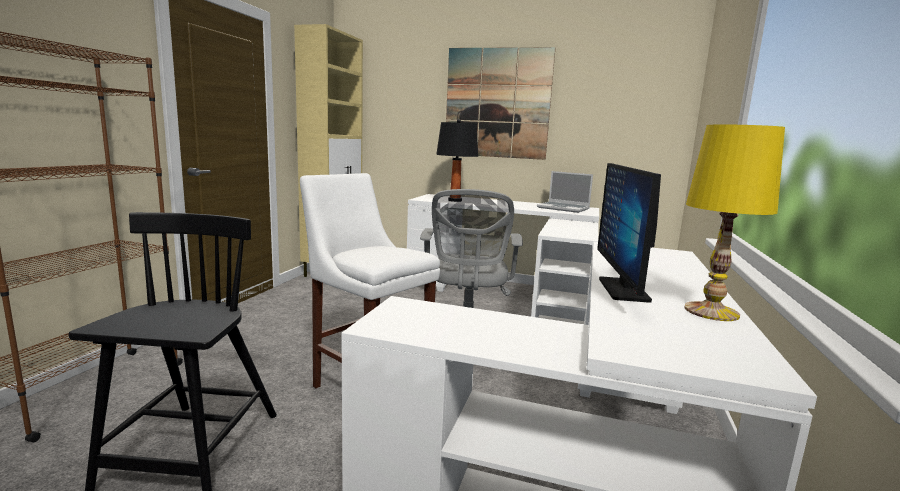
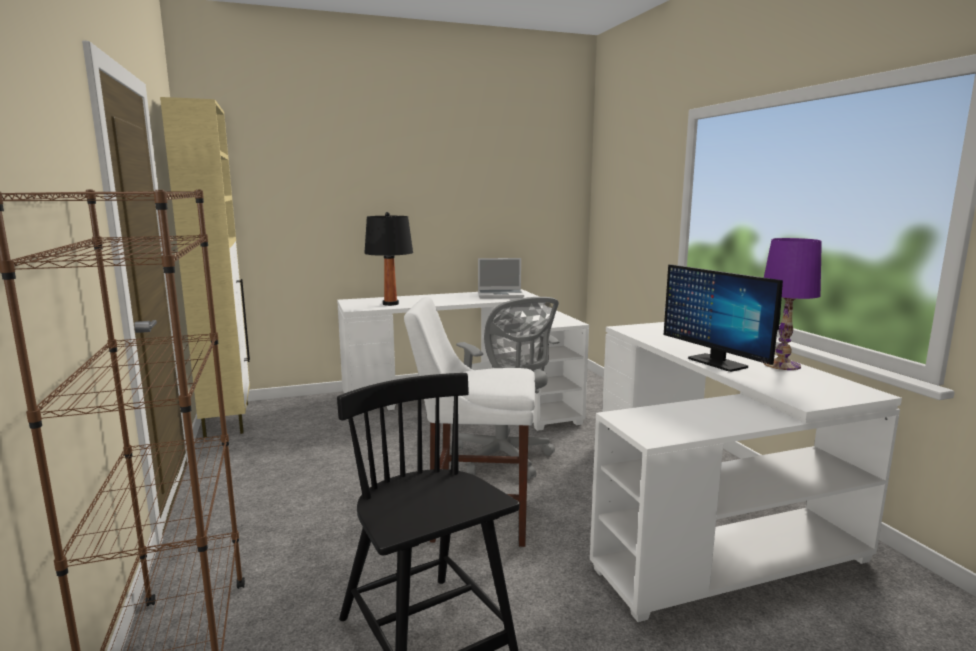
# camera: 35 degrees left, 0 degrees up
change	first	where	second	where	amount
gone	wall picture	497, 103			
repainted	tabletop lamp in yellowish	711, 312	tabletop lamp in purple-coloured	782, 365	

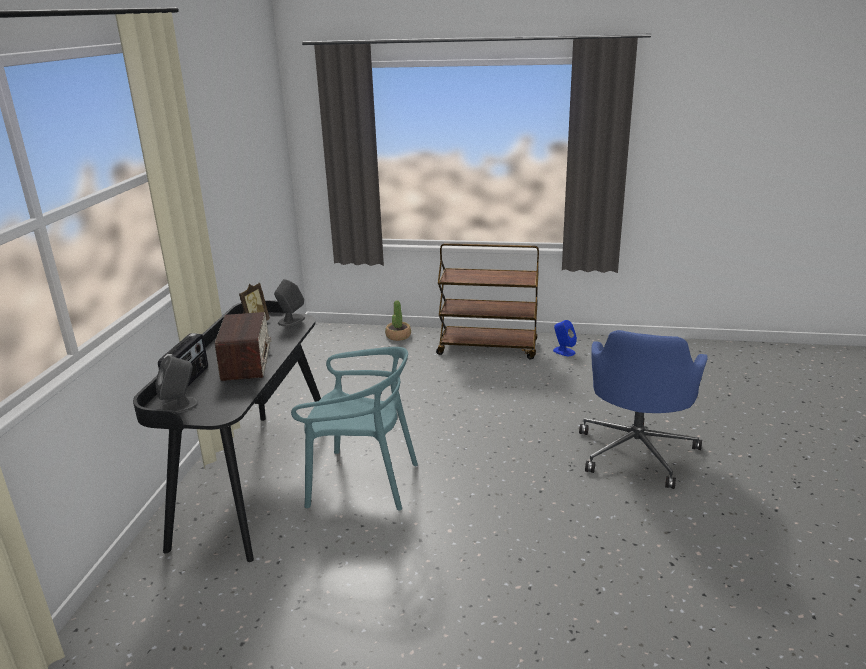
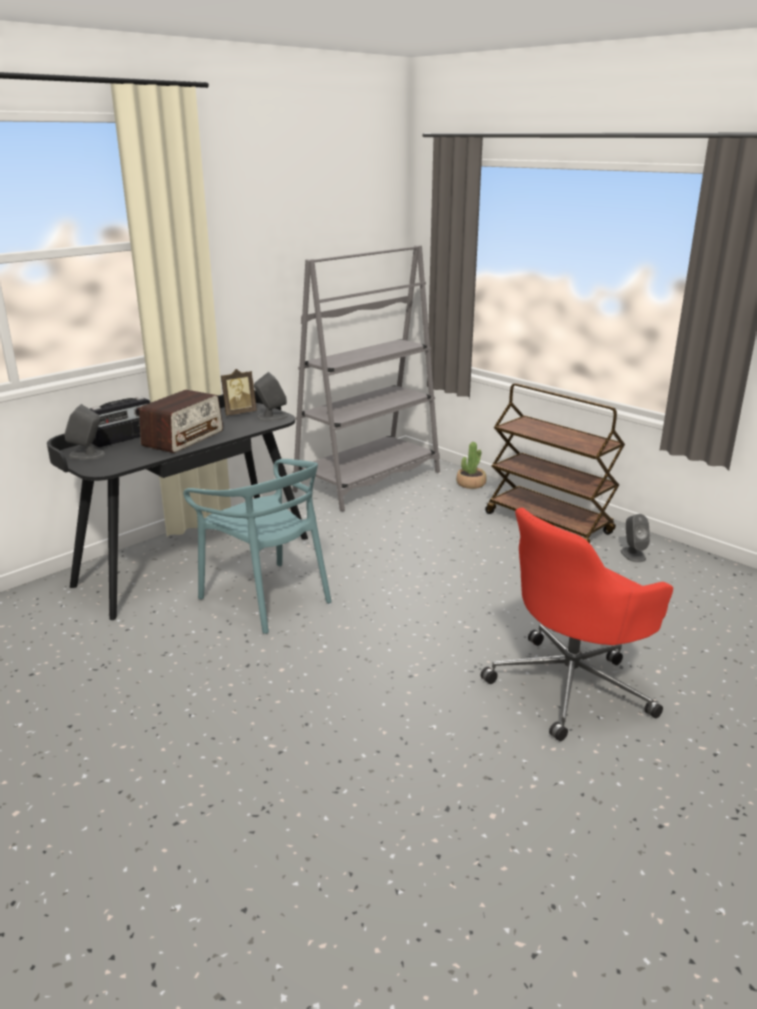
# camera: 35 degrees right, 0 degrees up
change	first	where	second	where	amount
repainted	audio speaker in bluish	563, 351	audio speaker in gray	633, 554	
repainted	computer chair in bluish	636, 451	computer chair in reddish	572, 685	
new			shelving unit in gray	368, 481	

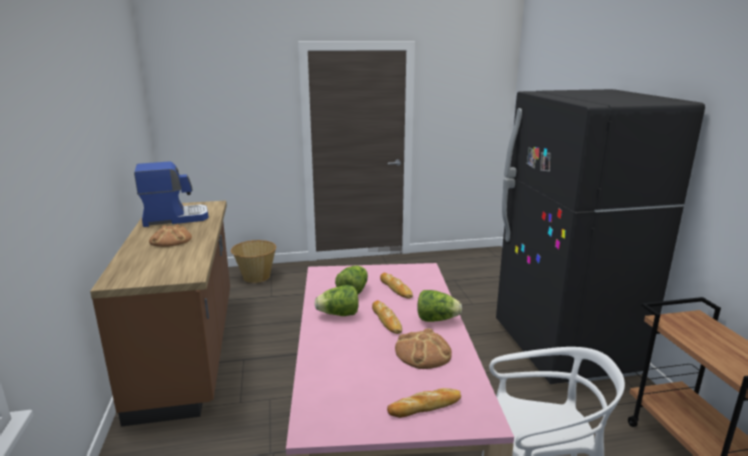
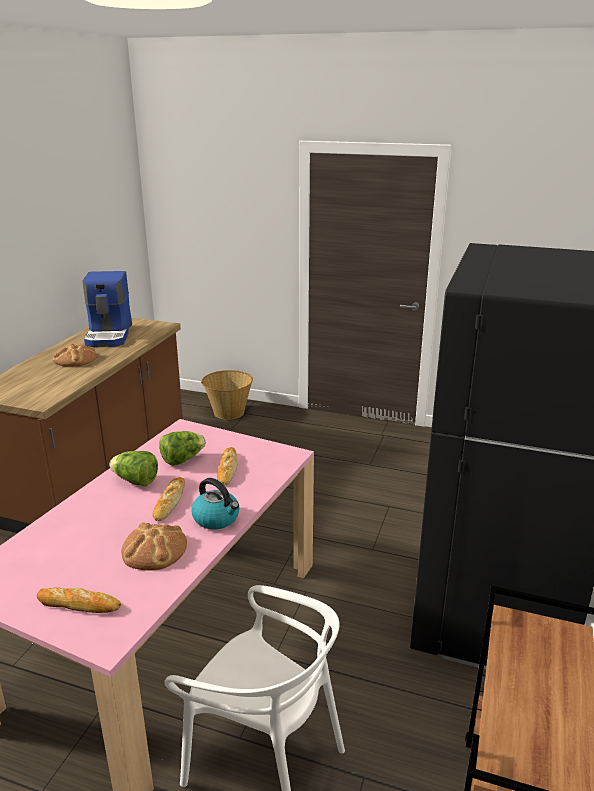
# camera: 30 degrees right, 5 degrees up
change	first	where	second	where	amount
rotated	coffee machine	175, 218		110, 335	75 degrees clockwise
swapped	lettuce head	436, 319	tea kettle	217, 518	

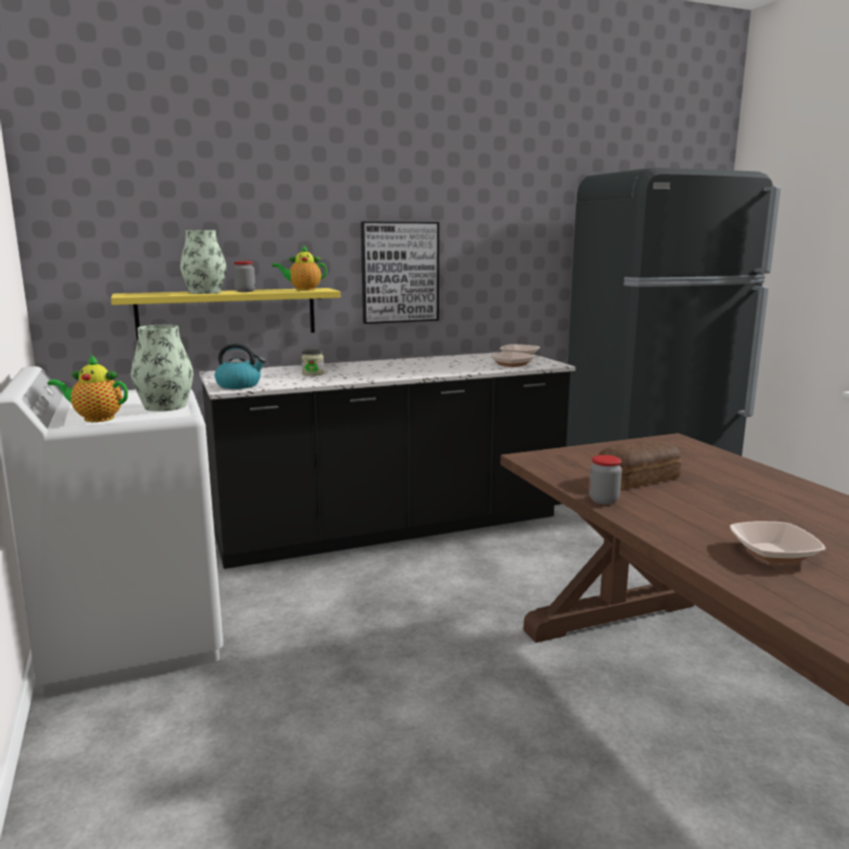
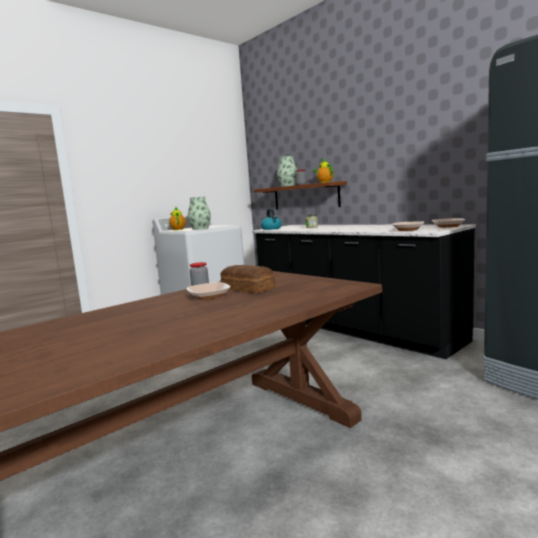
# camera: 70 degrees right, 5 degrees down
change	first	where	second	where	amount
gone	wall picture	399, 272			
repainted	shelf in yellowish	227, 313	shelf in brownish	305, 196	
shifted	bowl	773, 553		209, 296	

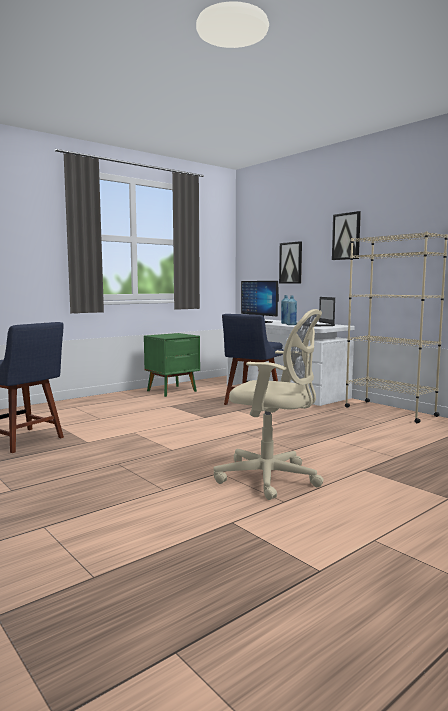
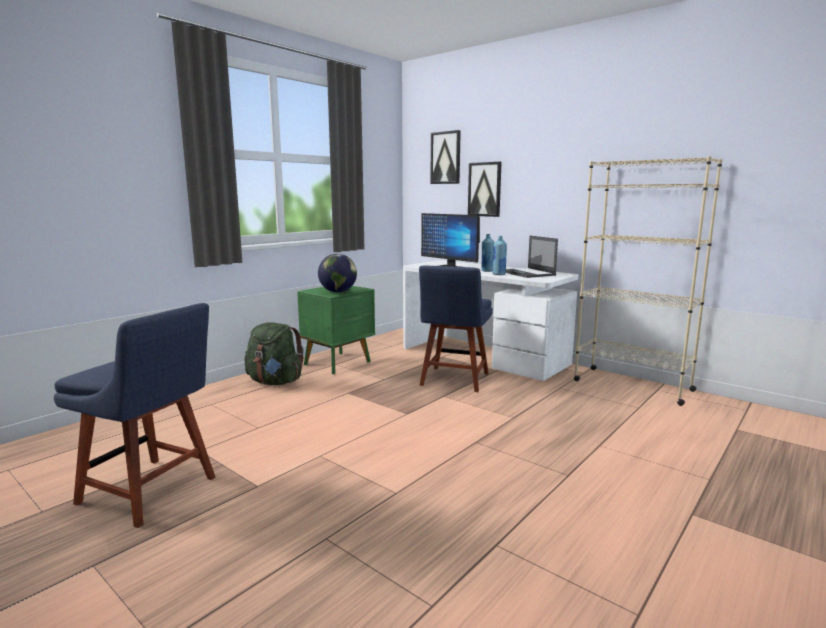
# camera: 10 degrees left, 5 degrees up
change	first	where	second	where	amount
shifted	wall picture	346, 236		446, 158	
gone	computer chair in beige-coloured	272, 478			
new			world globe	338, 292	
new			rucksack in green	275, 382	

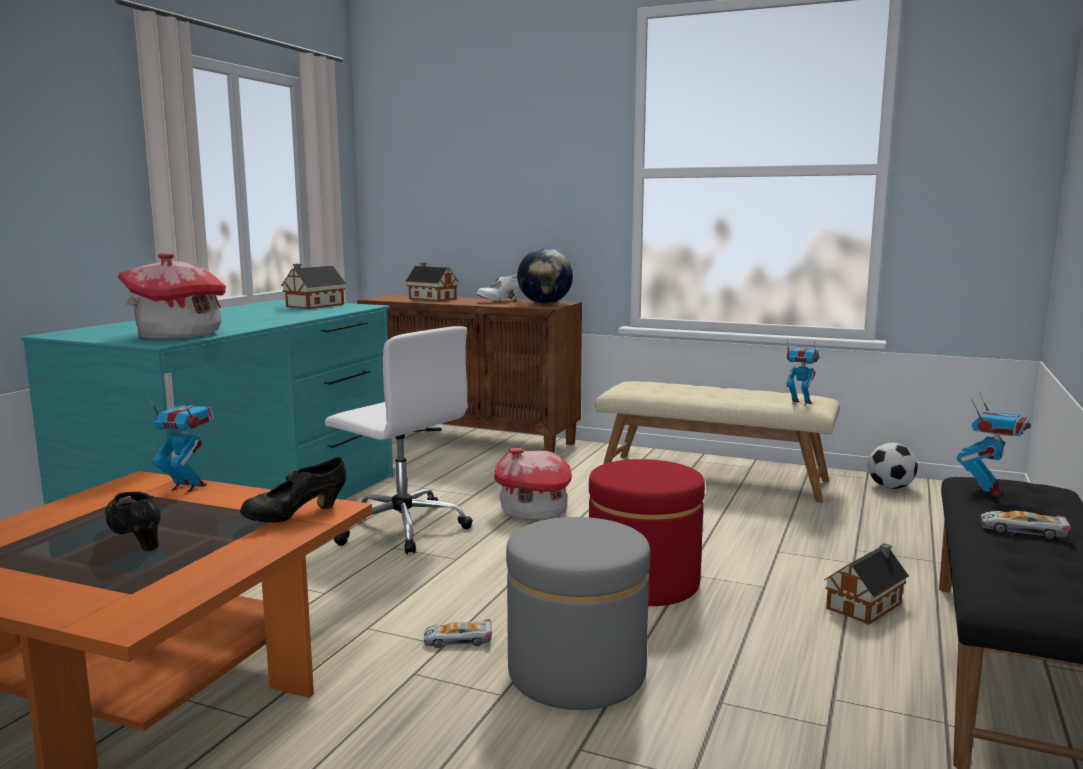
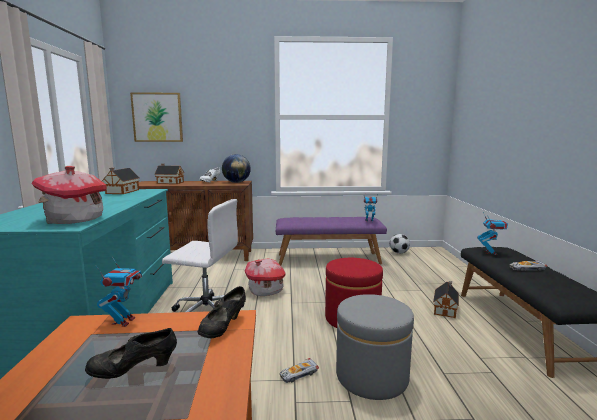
# camera: 25 degrees left, 0 degrees up
change	first	where	second	where	amount
repainted	long seat in beige-coloured	713, 477	long seat in purple-coloured	328, 258	
rotated	robot figure	188, 487		123, 321	105 degrees clockwise
rotated	item of footwear in black	135, 538		134, 370	45 degrees counterclockwise
new			wall picture	157, 117	

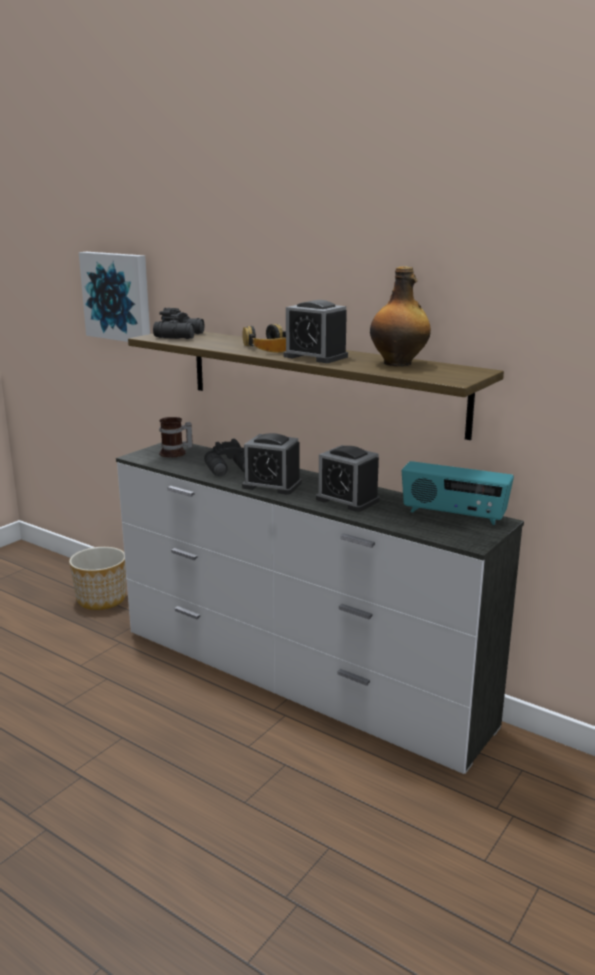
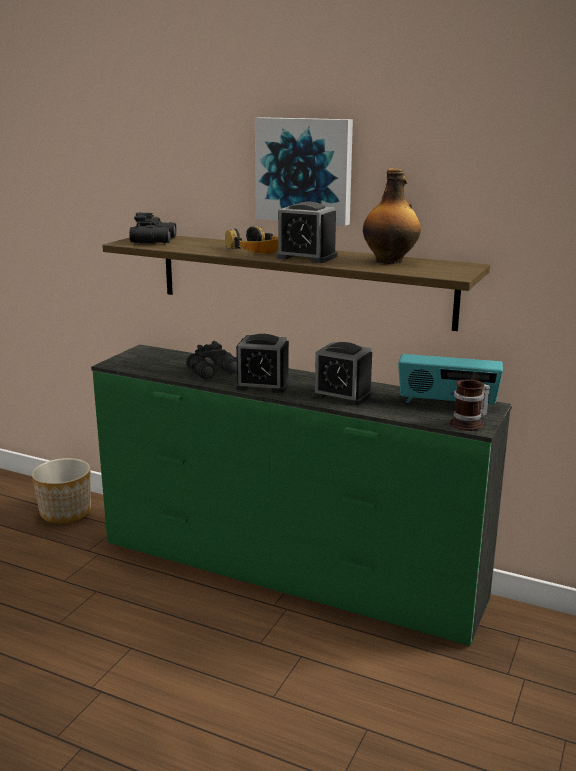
# camera: 10 degrees left, 0 degrees up
change	first	where	second	where	amount
shifted	wall picture	118, 296		304, 170	
shifted	mug	175, 453		470, 424	
repainted	chest of drawers in whitish	298, 677	chest of drawers in green	288, 571	

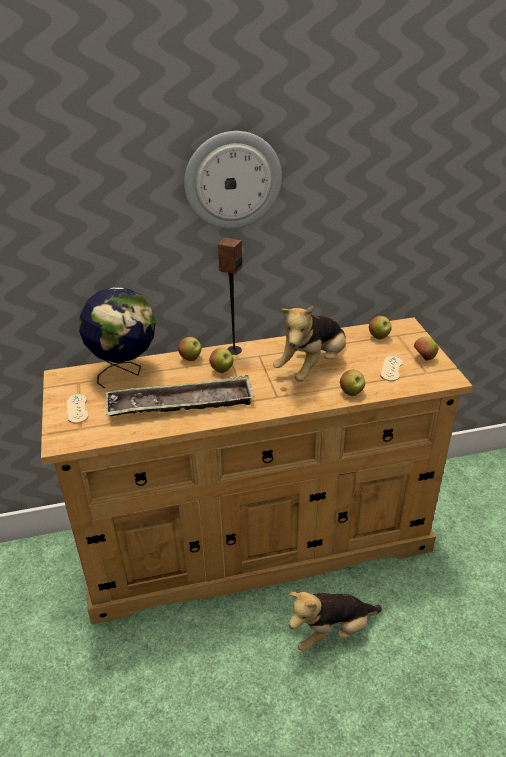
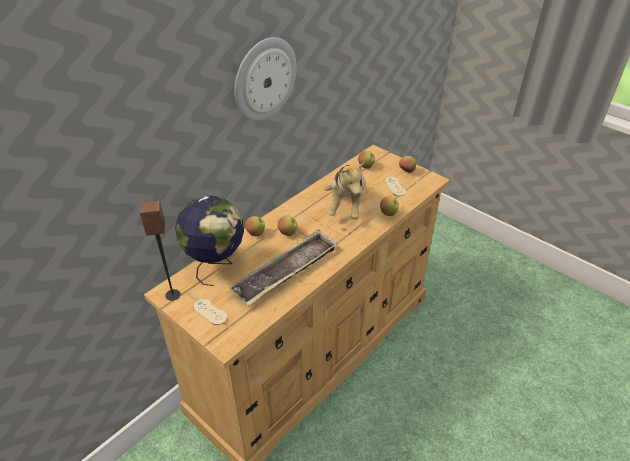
# camera: 35 degrees left, 5 degrees up
change	first	where	second	where	amount
shifted	audio speaker	233, 350		172, 295	
gone	plush toy	331, 632			

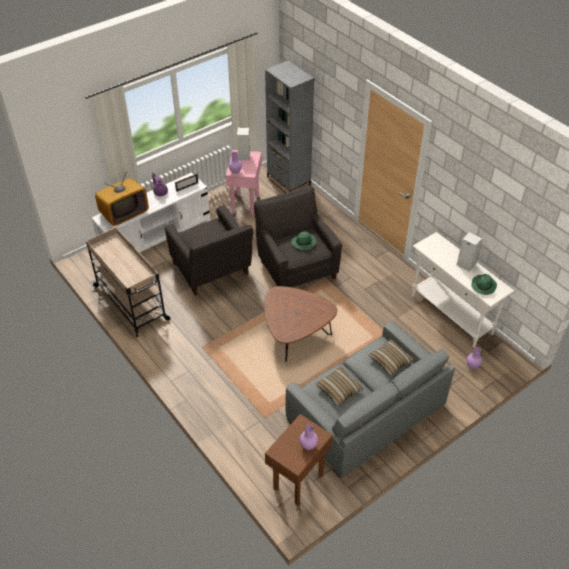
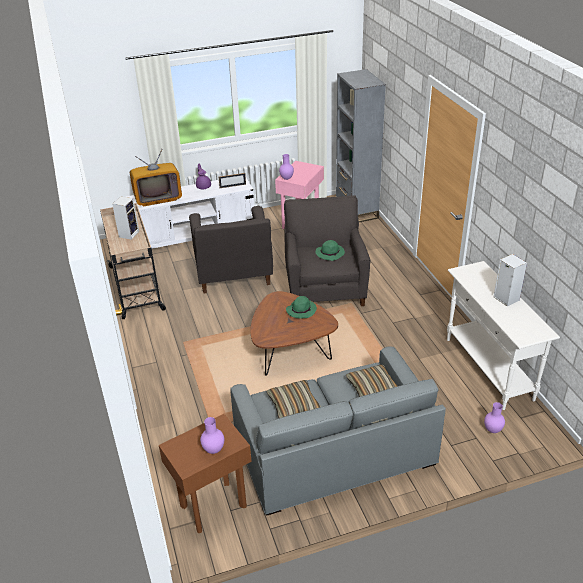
# camera: 20 degrees right, 10 degrees down
change	first	where	second	where	amount
shifted	audio speaker	243, 156		129, 234	
shifted	clothing hat in green	483, 286		301, 310	

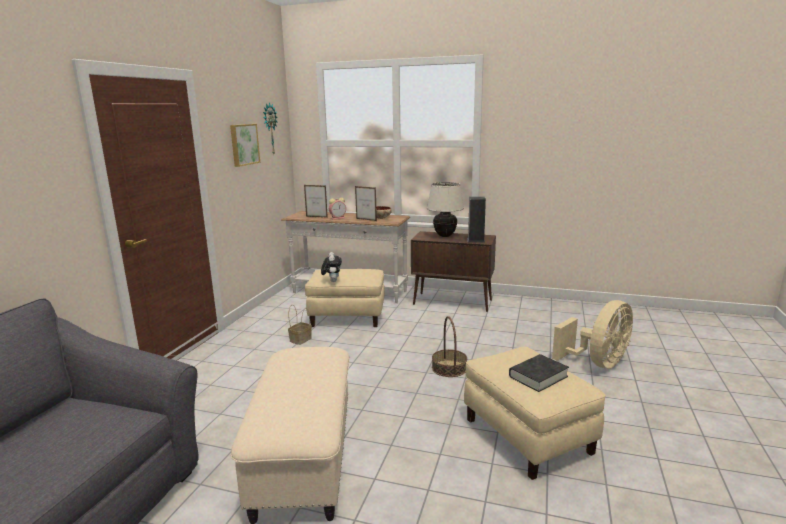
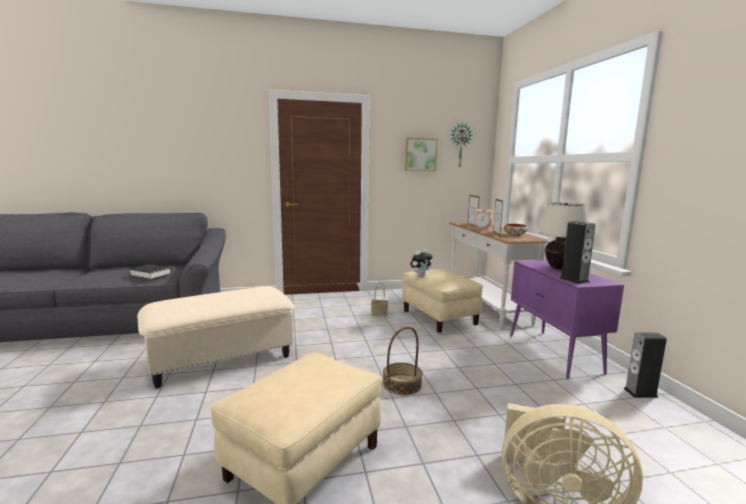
# camera: 60 degrees right, 5 degrees down
change	first	where	second	where	amount
repainted	cabinet in brownish	453, 302	cabinet in purple-coloured	554, 353	
shifted	bound book in black	538, 376		151, 275	
new			audio speaker	640, 392	

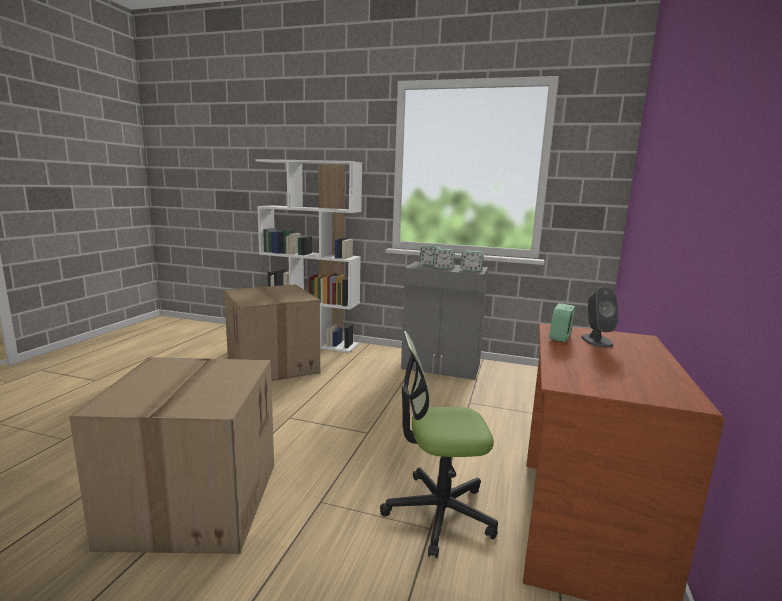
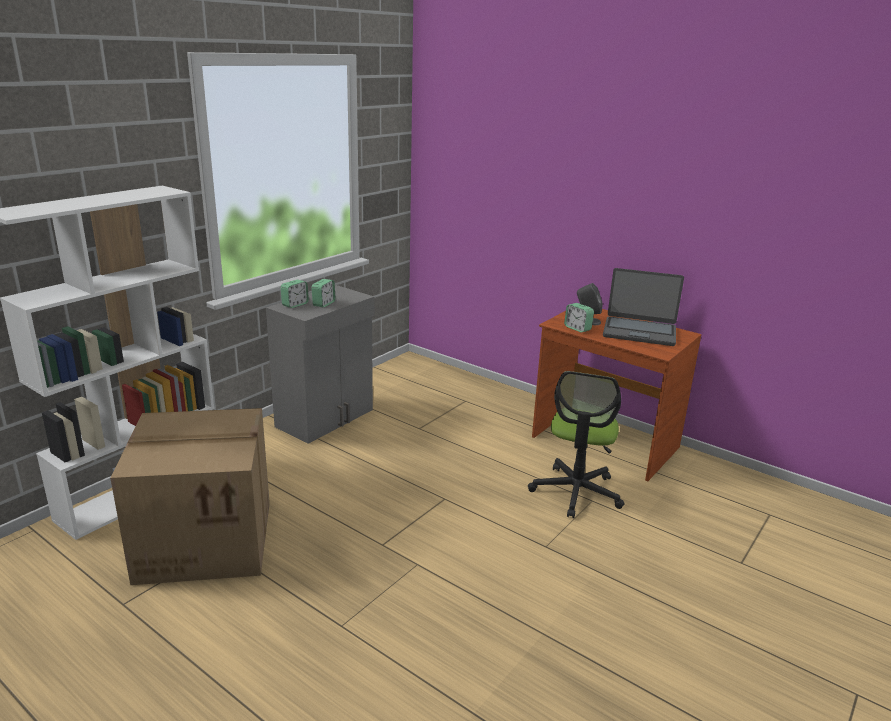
# camera: 70 degrees left, 10 degrees up
change	first	where	second	where	amount
gone	alarm clock	471, 270			
gone	carton	193, 501			
new			notebook computer	639, 332	

